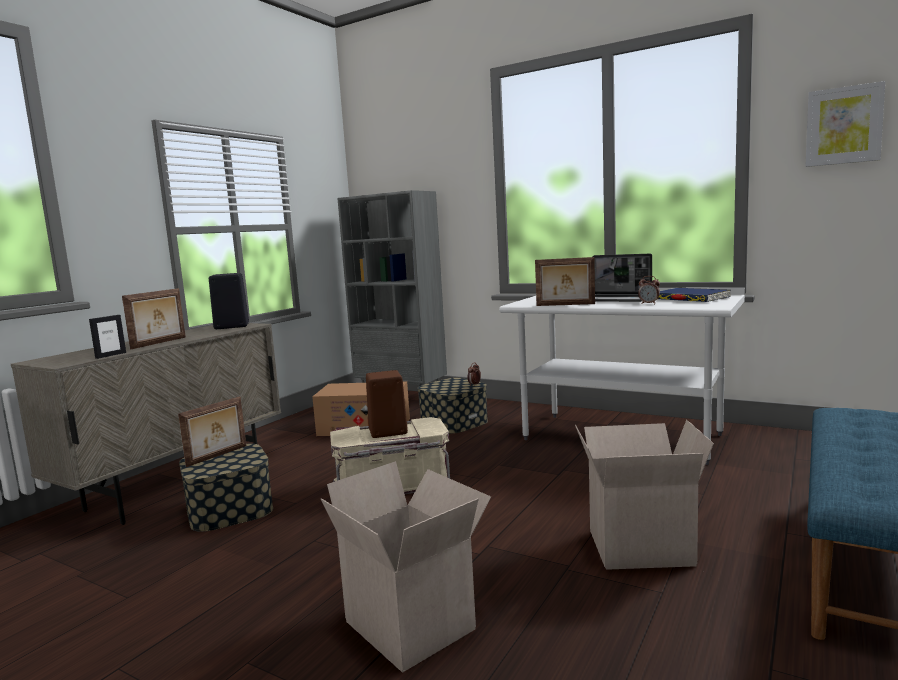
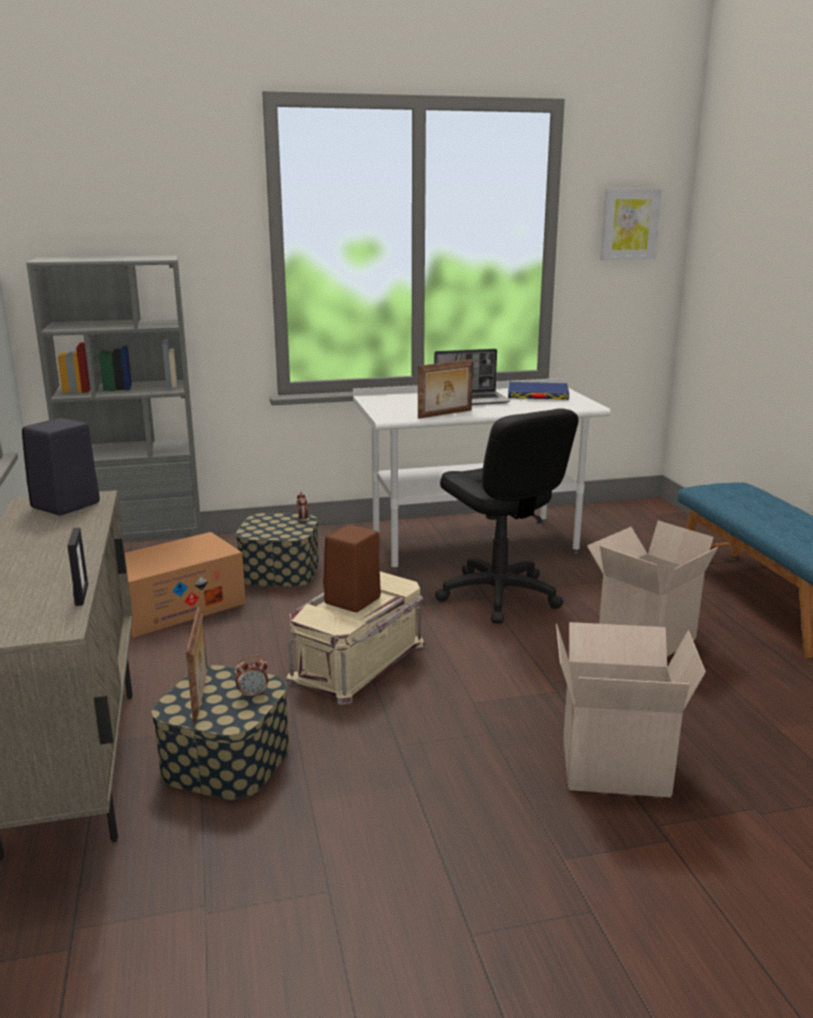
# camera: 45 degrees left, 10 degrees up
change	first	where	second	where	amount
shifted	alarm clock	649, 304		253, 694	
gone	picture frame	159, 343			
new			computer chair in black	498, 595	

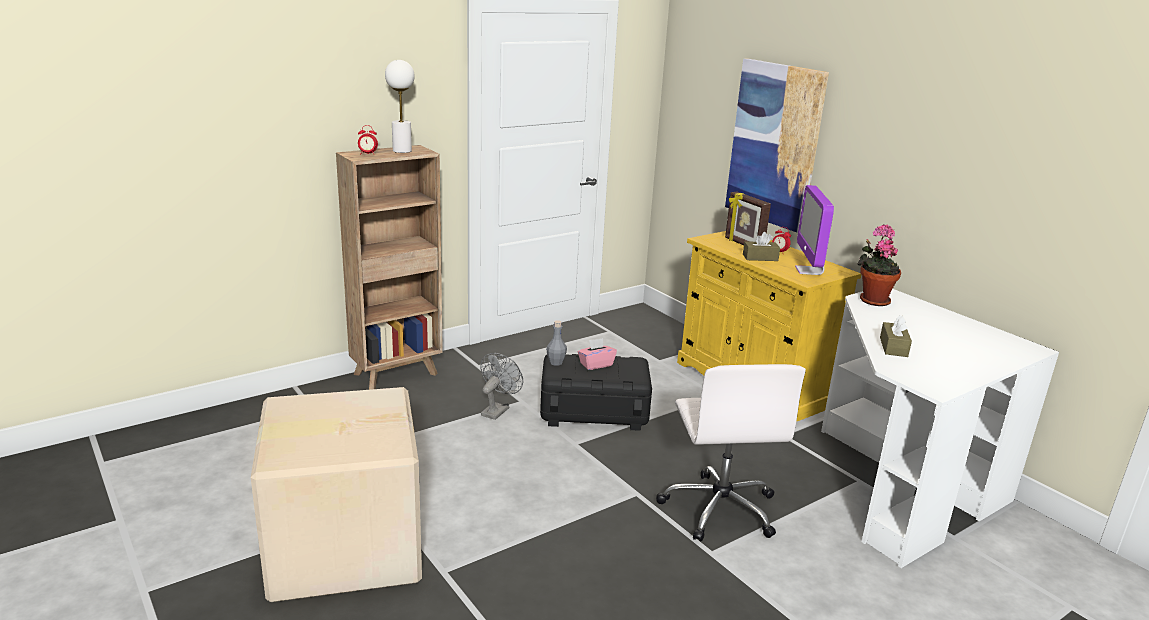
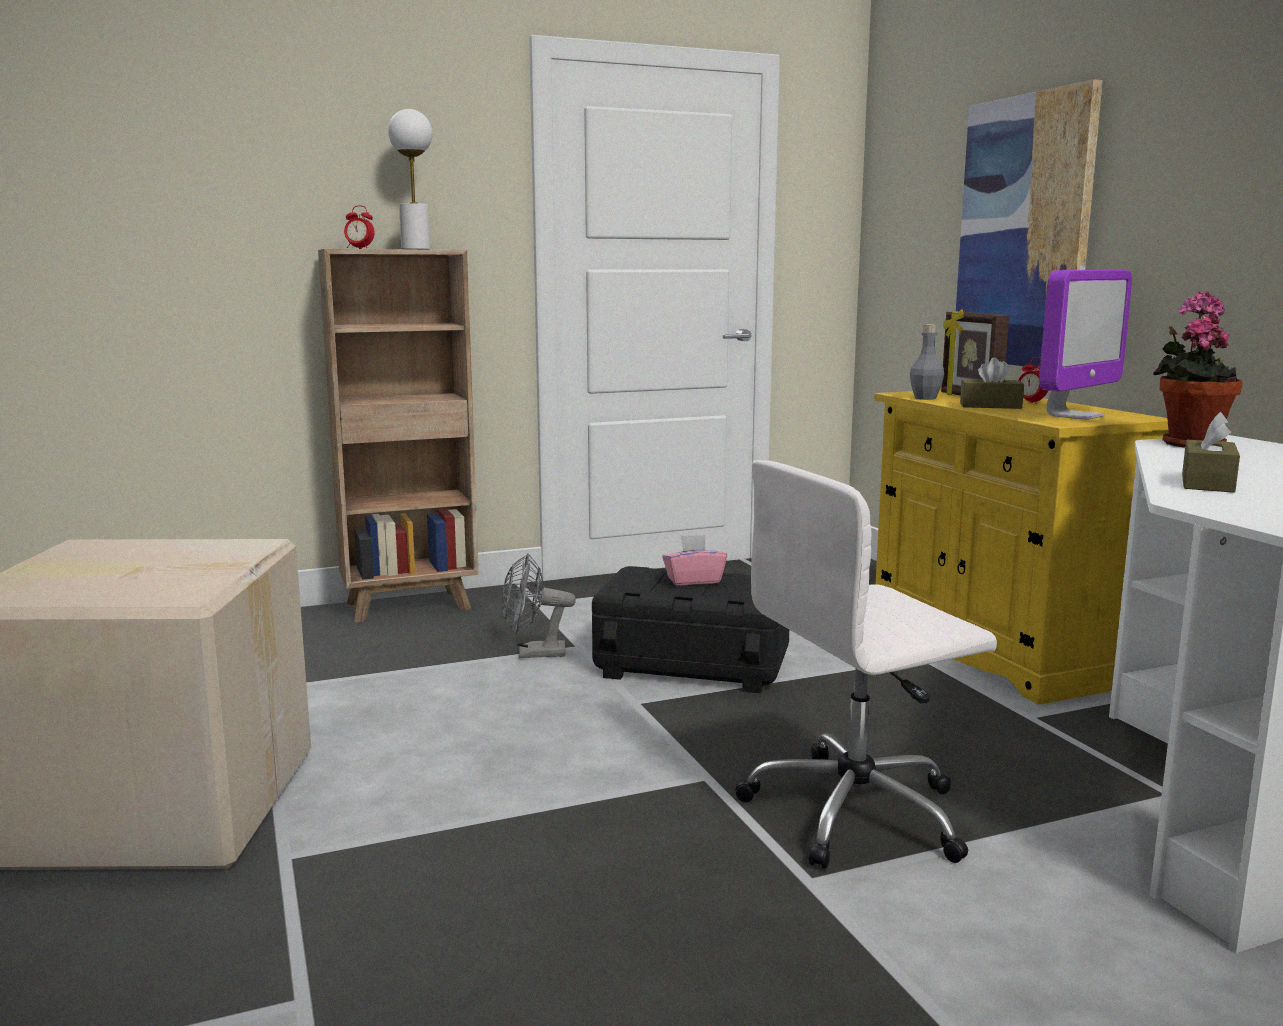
# camera: 15 degrees right, 10 degrees down
change	first	where	second	where	amount
rotated	computer screen	809, 271		1074, 416	150 degrees counterclockwise
shifted	drink bottle in gray	556, 362		925, 398	
rotated	electric fan in gray	497, 410		533, 654	135 degrees counterclockwise
rotated	computer chair in whitish	719, 508		858, 812	60 degrees clockwise

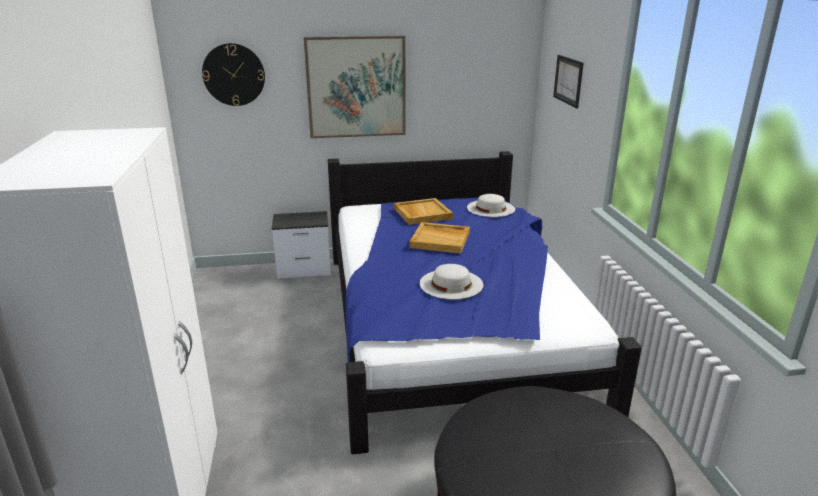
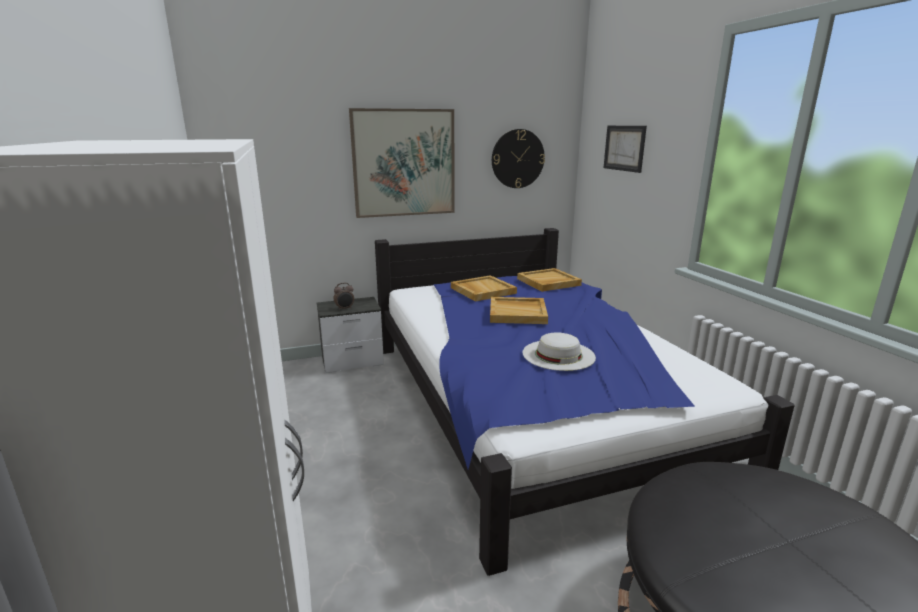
# camera: 10 degrees left, 5 degrees down
change	first	where	second	where	amount
shifted	wall clock	234, 75		517, 159	
swapped	clothing hat in whitish	490, 208	serving tray in beige-coloured	548, 282	
new			alarm clock	345, 308	

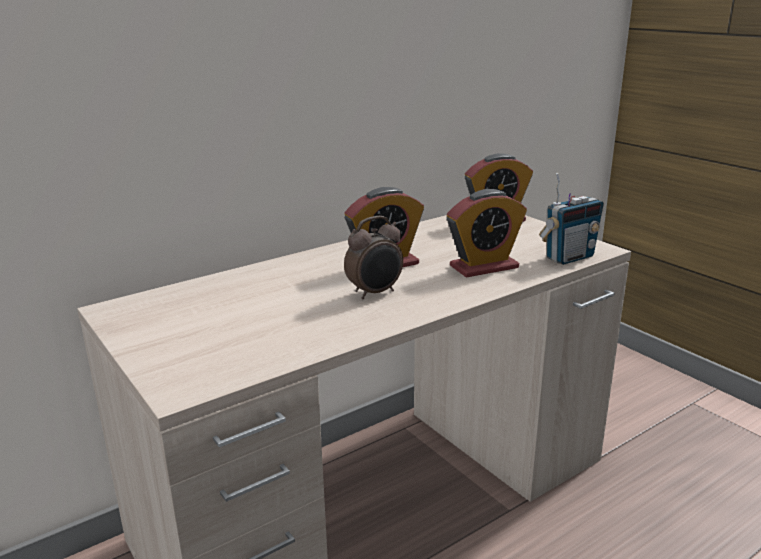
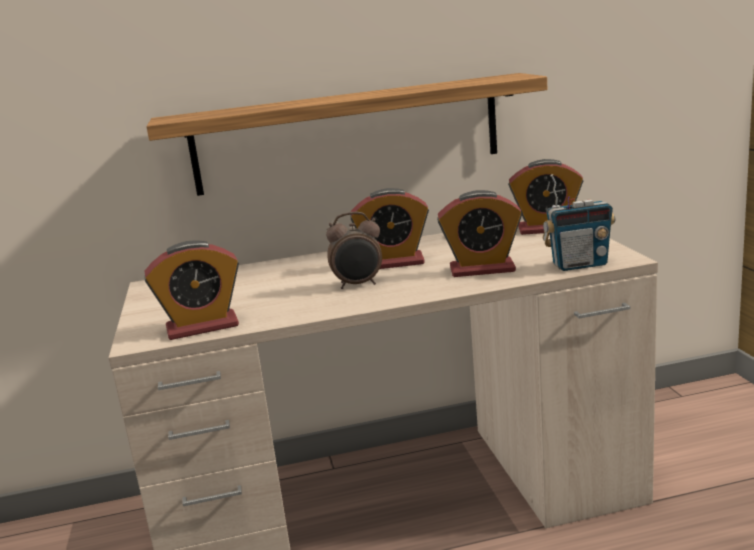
# camera: 25 degrees right, 5 degrees down
change	first	where	second	where	amount
new			shelf	347, 134	
new			alarm clock	202, 327	

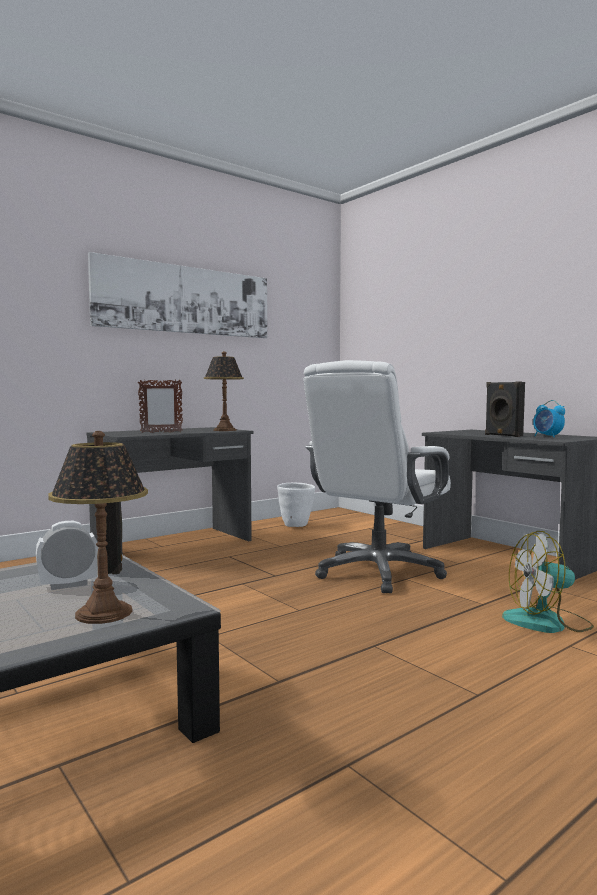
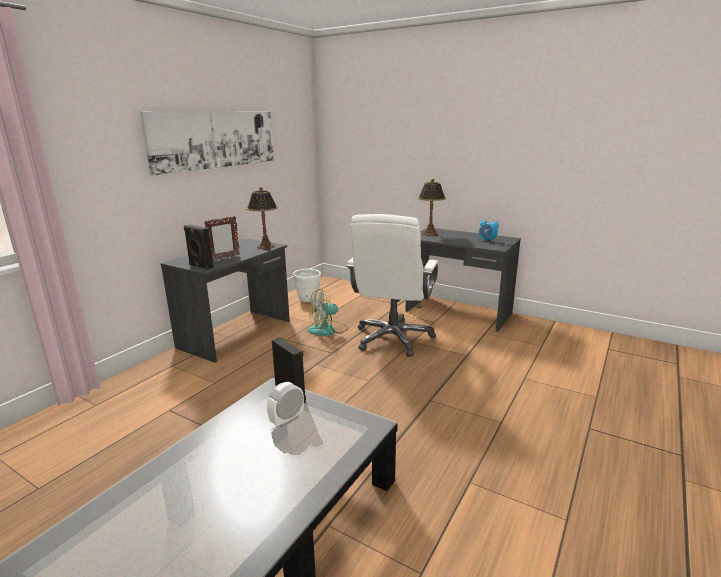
# camera: 20 degrees left, 15 degrees up
change	first	where	second	where	amount
shifted	audio speaker in black	502, 435		200, 266	
shifted	tabletop lamp	103, 613		430, 233	
shifted	electric fan	547, 622		328, 330	

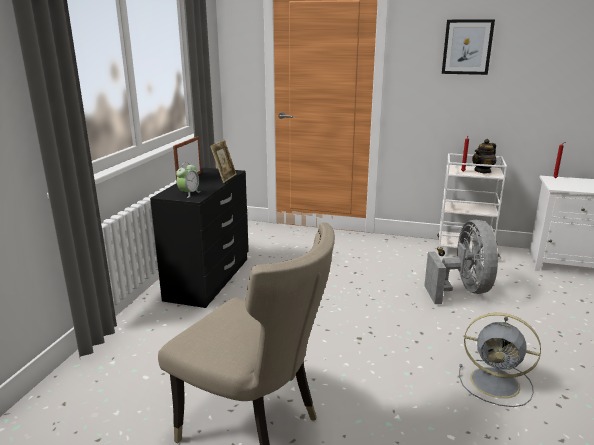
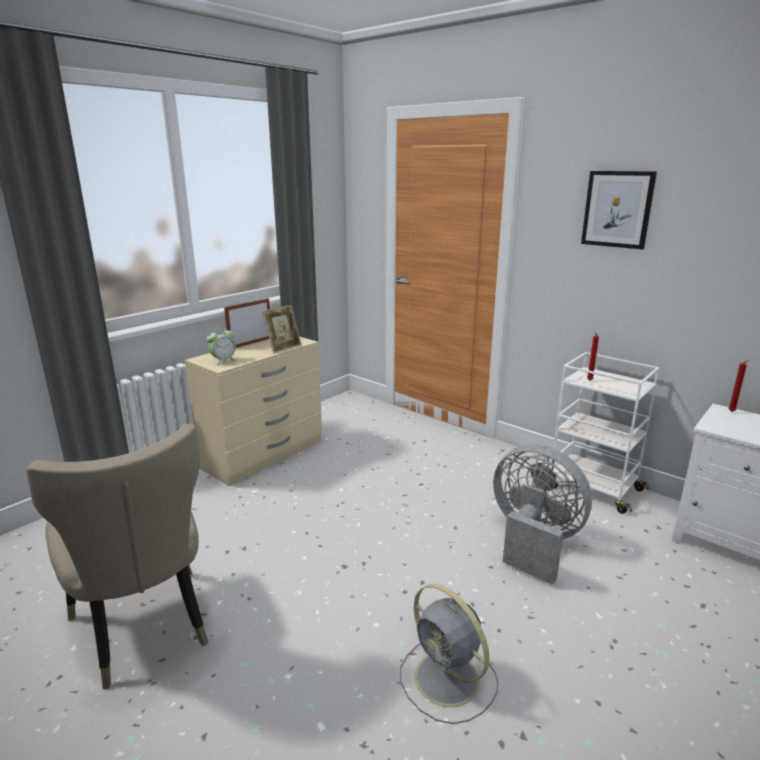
# camera: 25 degrees right, 0 degrees up
change	first	where	second	where	amount
gone	pot for tea	482, 171			
repainted	chest of drawers in black	210, 278	chest of drawers in beige-coloured	264, 455	
rotated	electric fan in gray	462, 290		533, 542	75 degrees counterclockwise

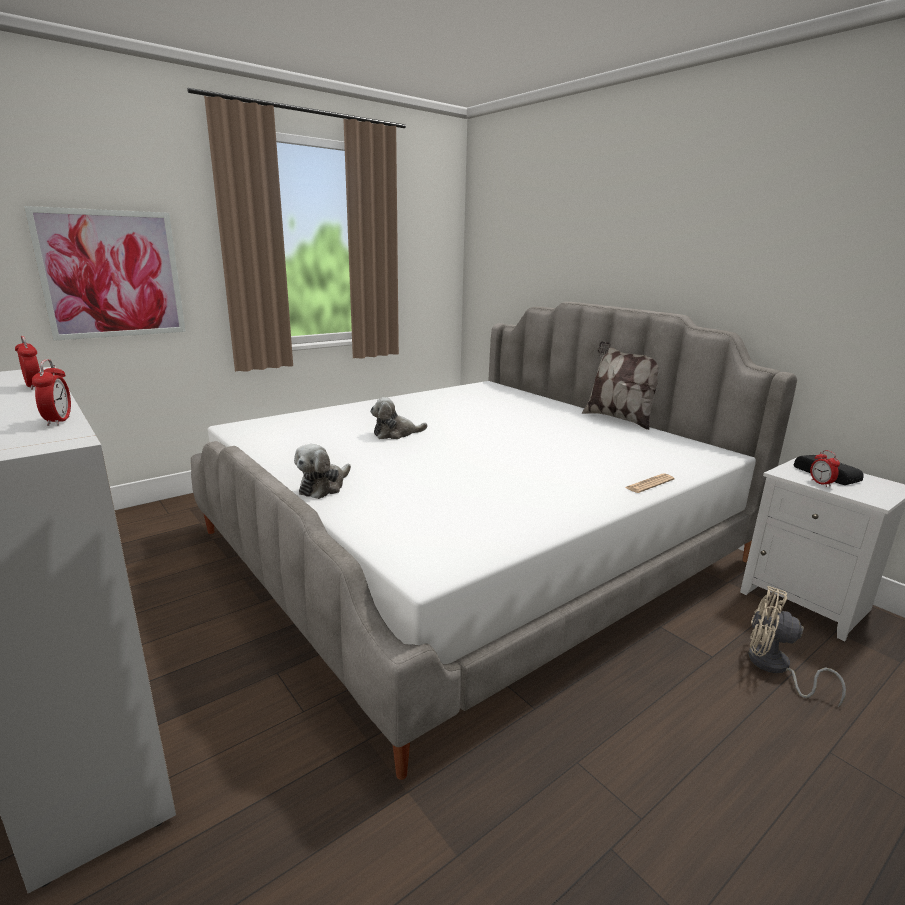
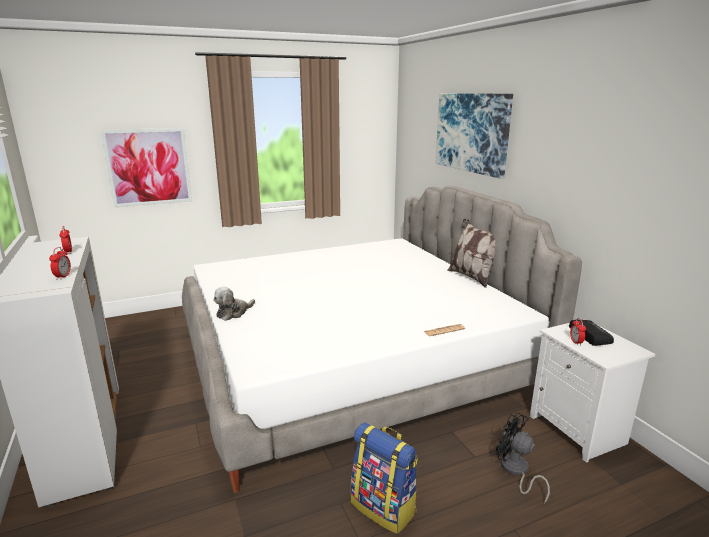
# camera: 15 degrees right, 0 degrees up
change	first	where	second	where	amount
gone	plush toy	395, 434			
repainted	electric fan in beige-coloured	774, 668	electric fan in black	516, 471	
new			wall picture	471, 132	
new			rucksack	384, 507	

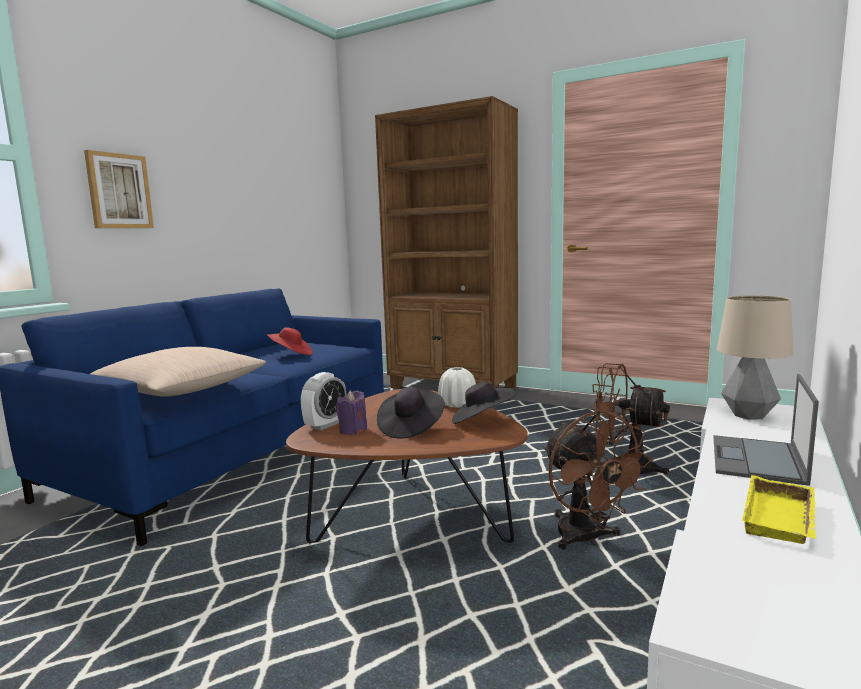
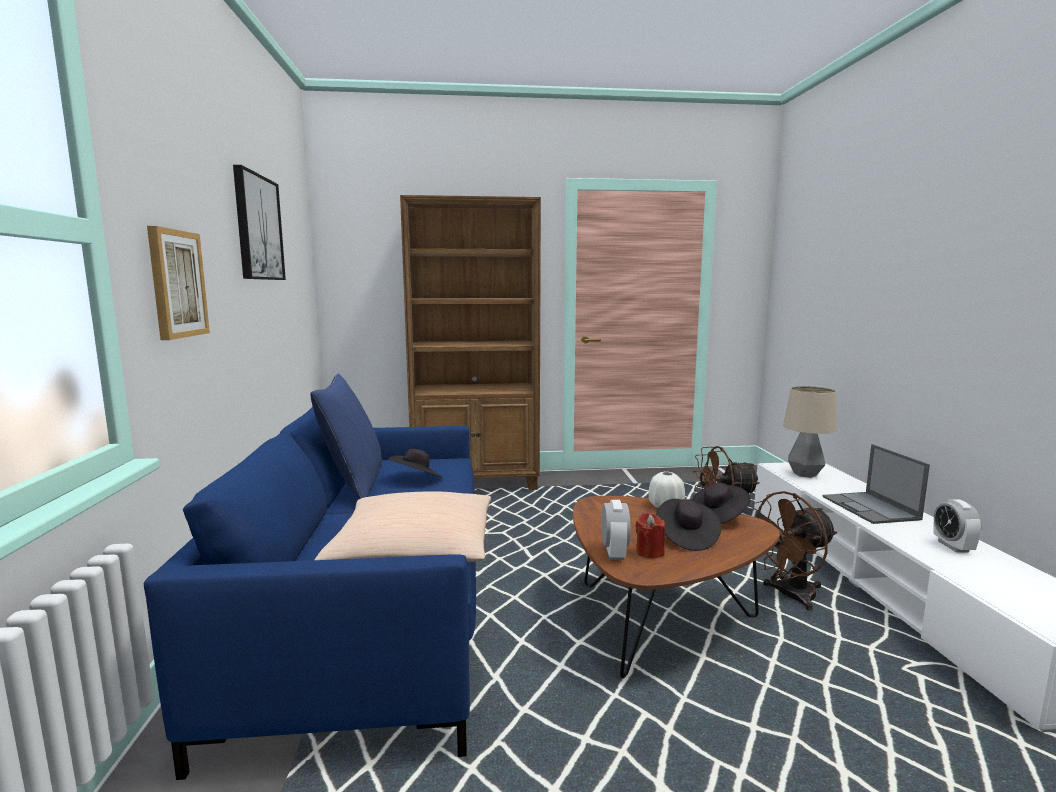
# camera: 35 degrees left, 0 degrees up
change	first	where	second	where	amount
repainted	clothing hat in reddish	291, 354	clothing hat in black	416, 479	
repainted	wax light in purple-coloured	353, 430	wax light in reddish	649, 552	
rotated	electric fan in brownish	586, 539		789, 596	120 degrees clockwise
swapped	serving tray in yellowish	782, 519	alarm clock	953, 546	
new			wall picture	258, 228	
new			throw pillow in bluish	353, 484	

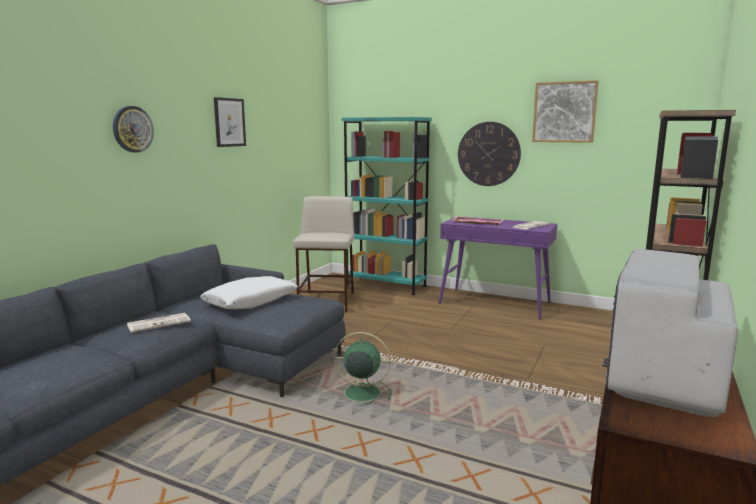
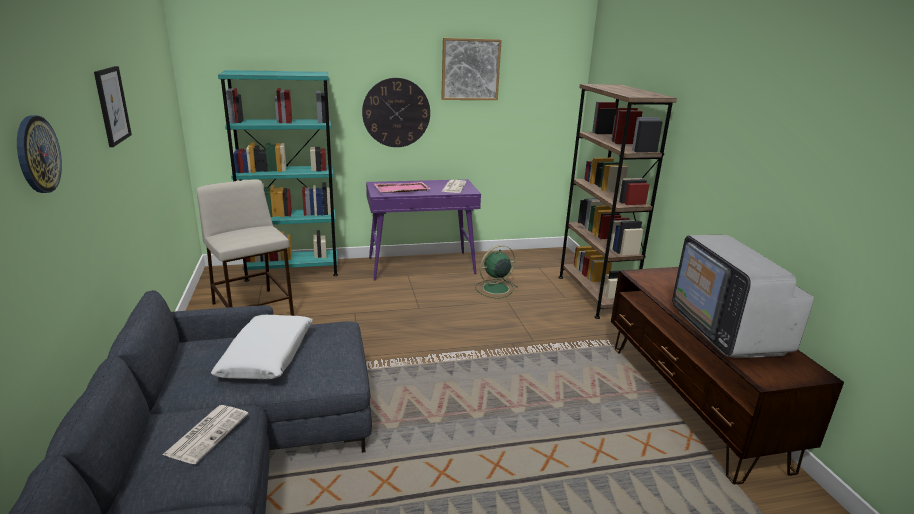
# camera: 40 degrees left, 10 degrees up
change	first	where	second	where	amount
shifted	electric fan in green	360, 393		494, 288	

